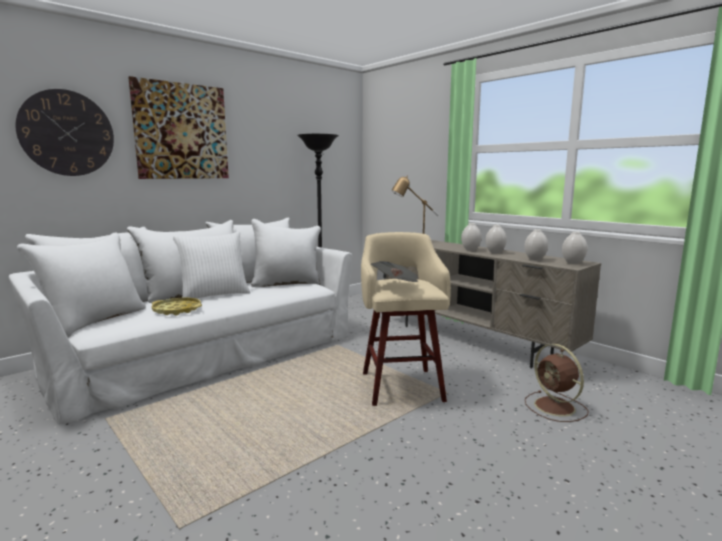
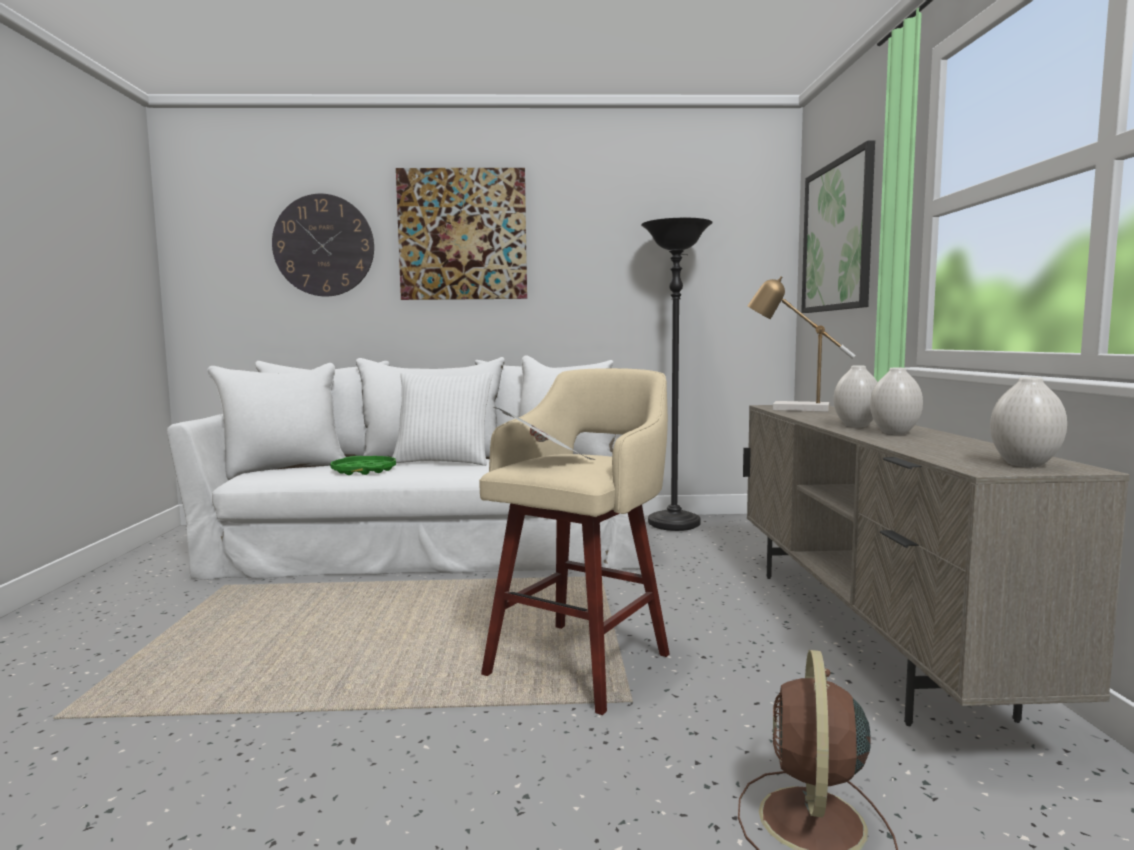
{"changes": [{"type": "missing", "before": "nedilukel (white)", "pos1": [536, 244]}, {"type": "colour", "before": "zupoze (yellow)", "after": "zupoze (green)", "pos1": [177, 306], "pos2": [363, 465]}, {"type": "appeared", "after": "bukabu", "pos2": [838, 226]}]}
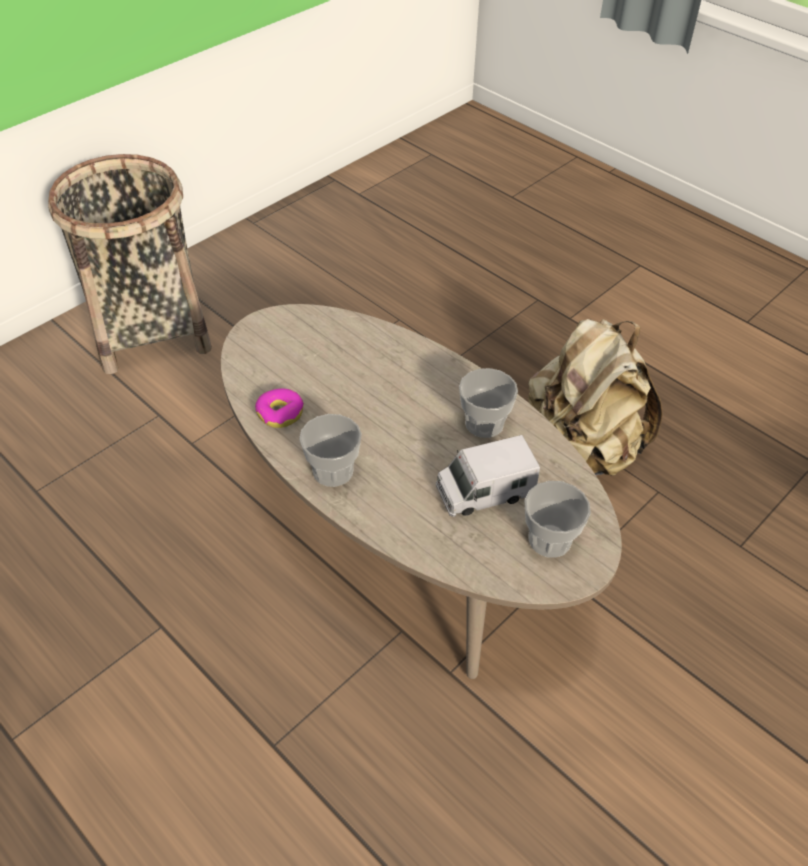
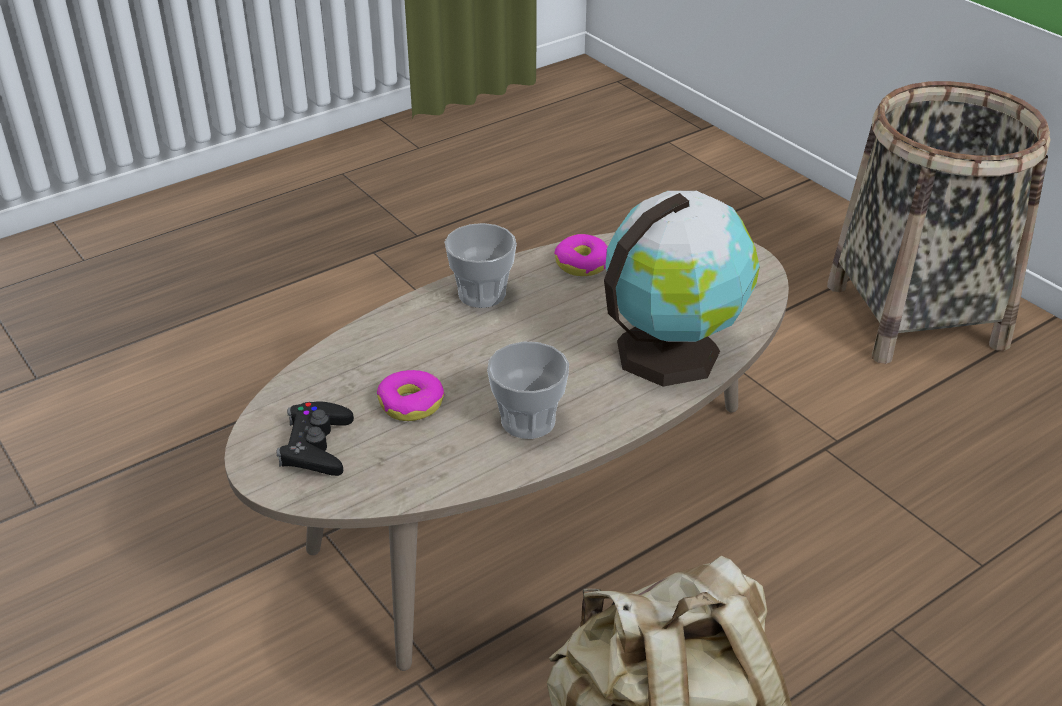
{"changes": [{"type": "exchanged", "before": "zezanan", "after": "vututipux", "pos1": [488, 476], "pos2": [411, 395]}, {"type": "exchanged", "before": "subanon", "after": "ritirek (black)", "pos1": [558, 519], "pos2": [315, 438]}, {"type": "appeared", "after": "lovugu", "pos2": [682, 288]}]}
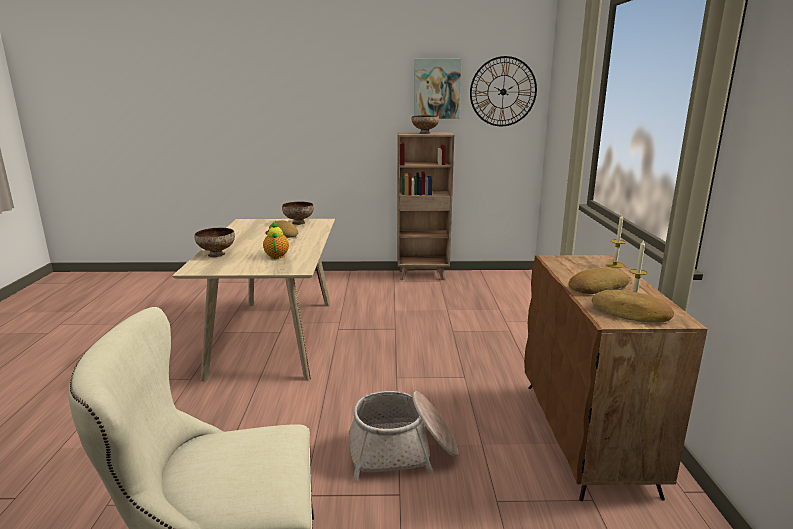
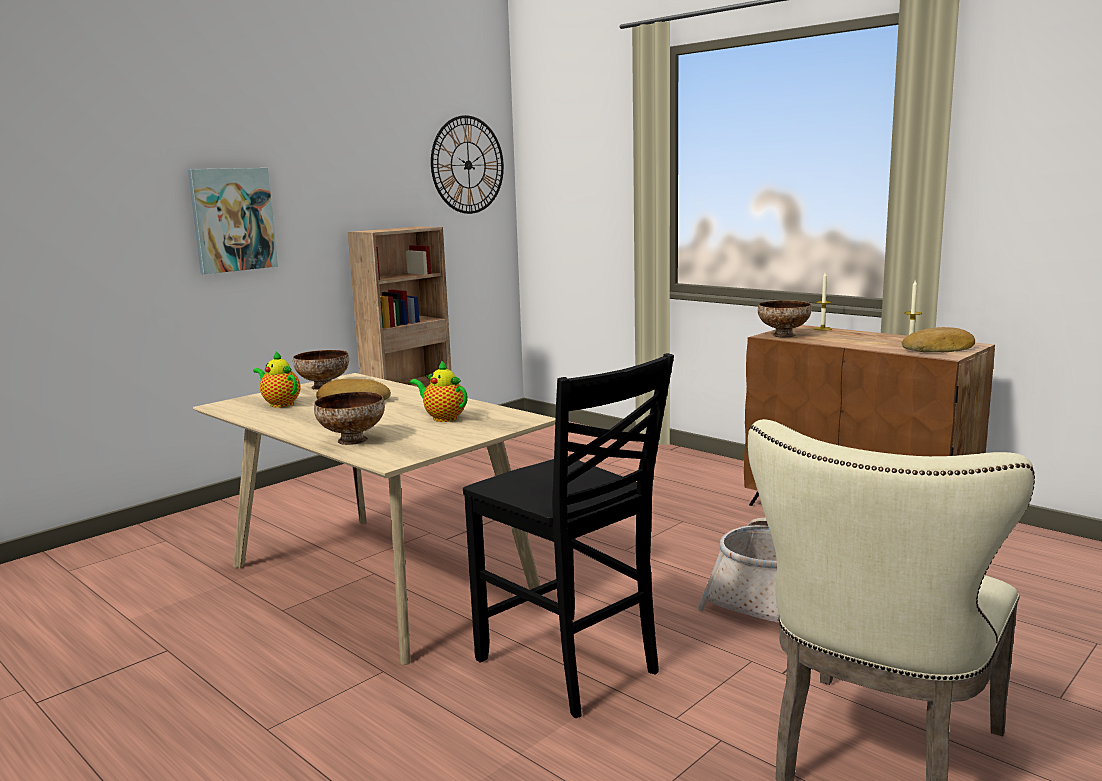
{"changes": [{"type": "relocated", "before": "bukabu", "pos1": [437, 88], "pos2": [233, 221]}, {"type": "relocated", "before": "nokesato", "pos1": [425, 124], "pos2": [784, 318]}, {"type": "missing", "before": "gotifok", "pos1": [599, 280]}, {"type": "appeared", "after": "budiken", "pos2": [277, 379]}, {"type": "appeared", "after": "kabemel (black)", "pos2": [568, 535]}]}
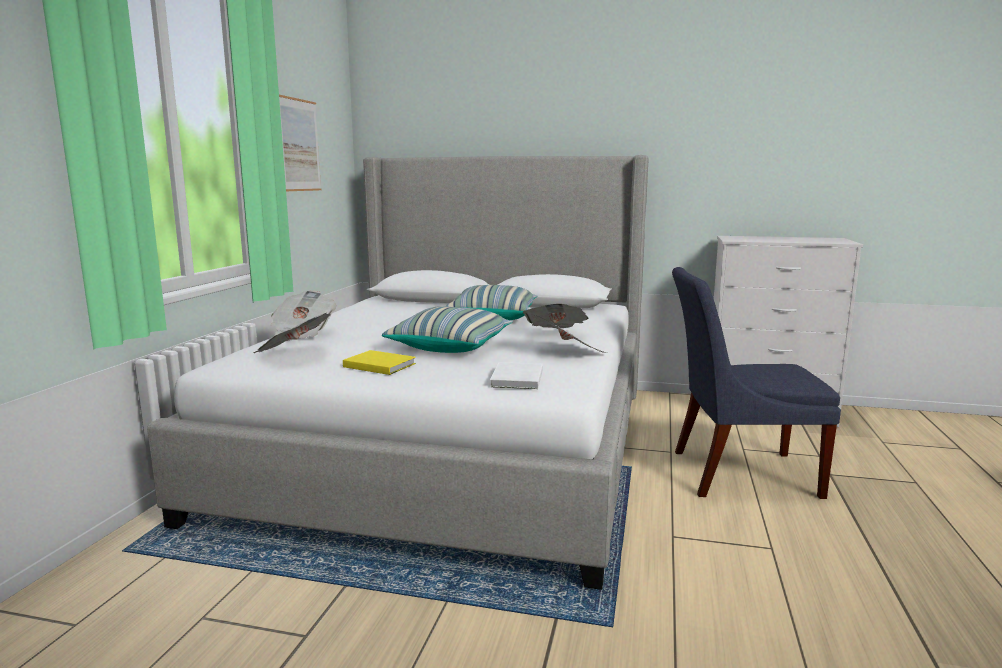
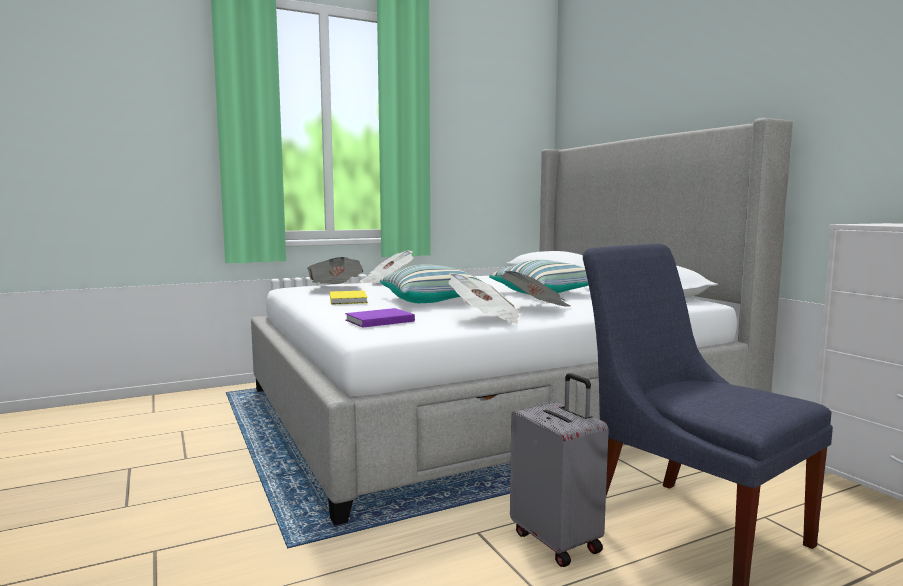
{"changes": [{"type": "missing", "before": "bukabu", "pos1": [300, 143]}, {"type": "colour", "before": "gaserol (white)", "after": "gaserol (purple)", "pos1": [516, 375], "pos2": [380, 317]}, {"type": "appeared", "after": "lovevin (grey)", "pos2": [559, 470]}]}
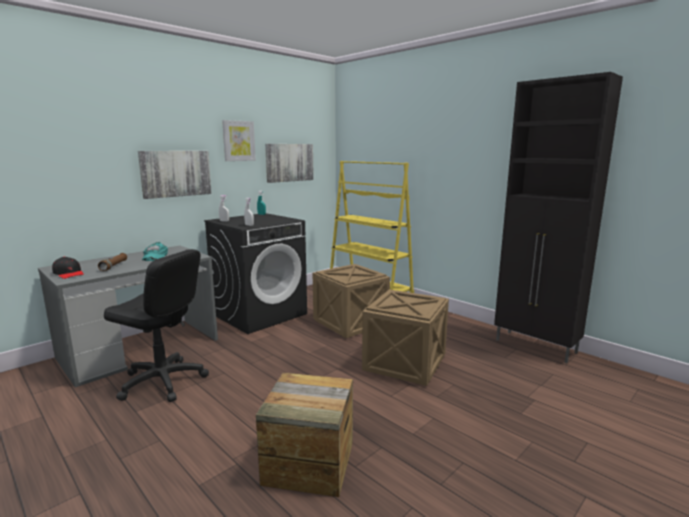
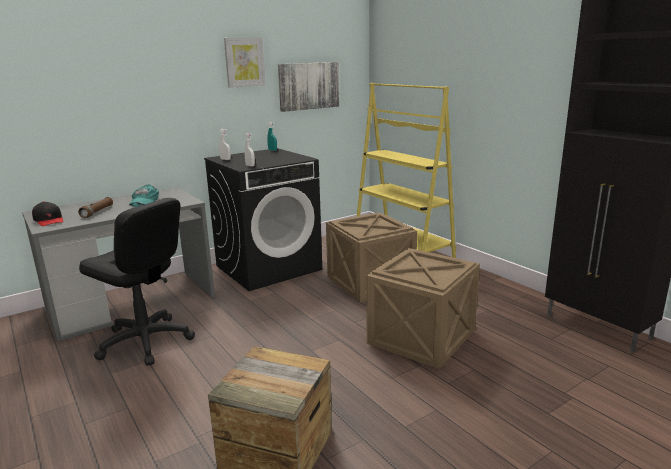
{"changes": [{"type": "missing", "before": "bukabu", "pos1": [175, 175]}]}
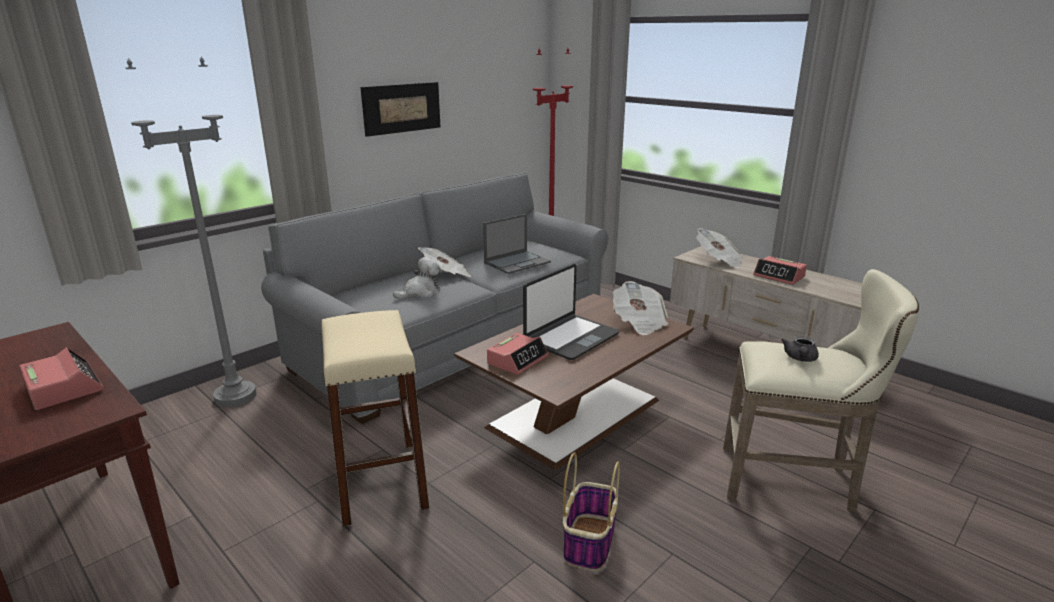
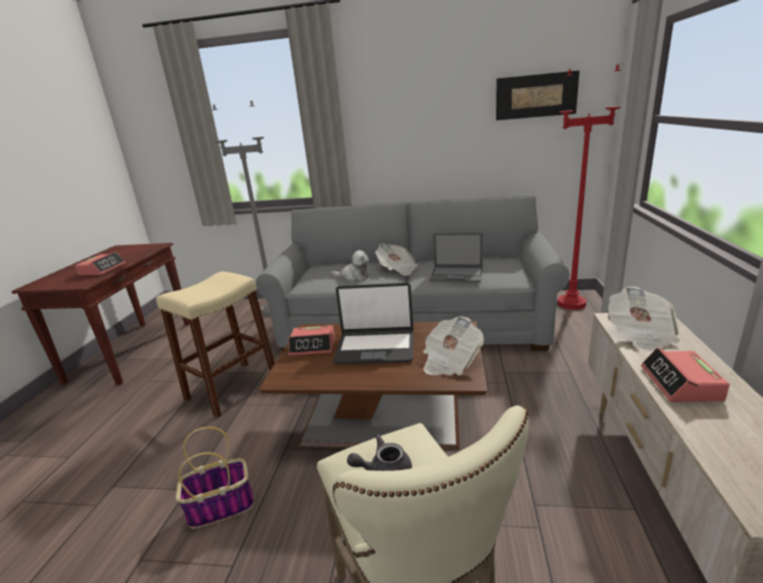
{"changes": [{"type": "relocated", "before": "bukabu", "pos1": [400, 109], "pos2": [538, 95]}]}
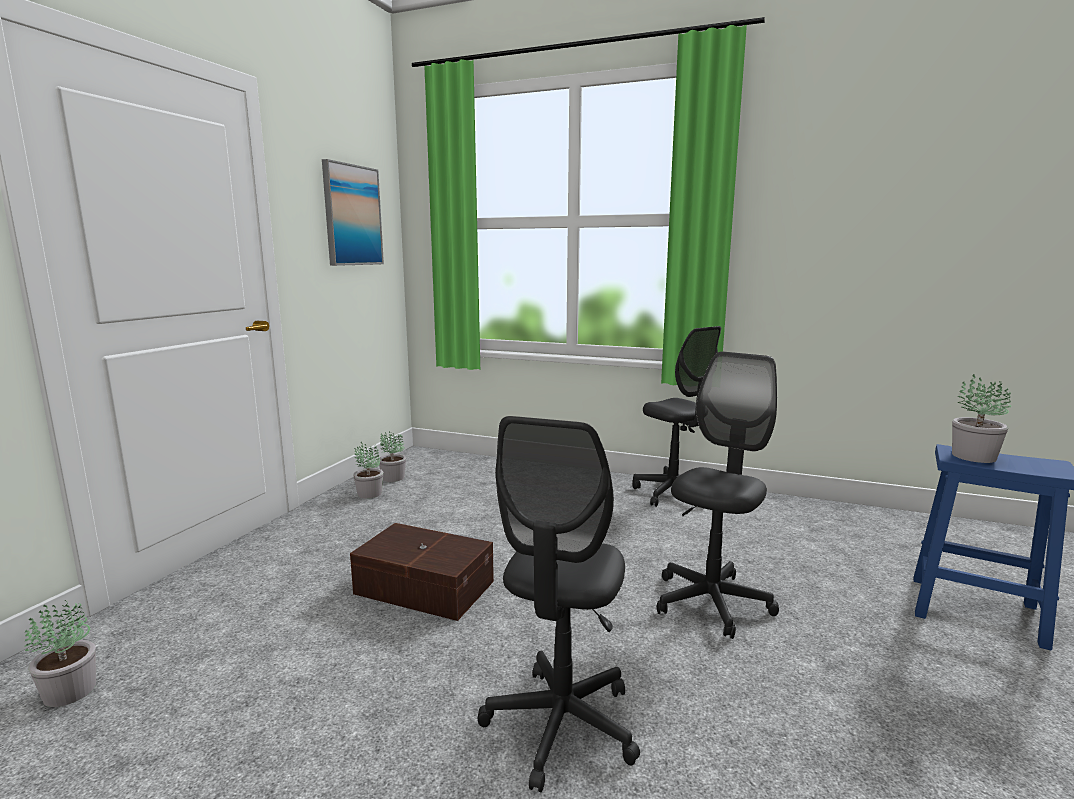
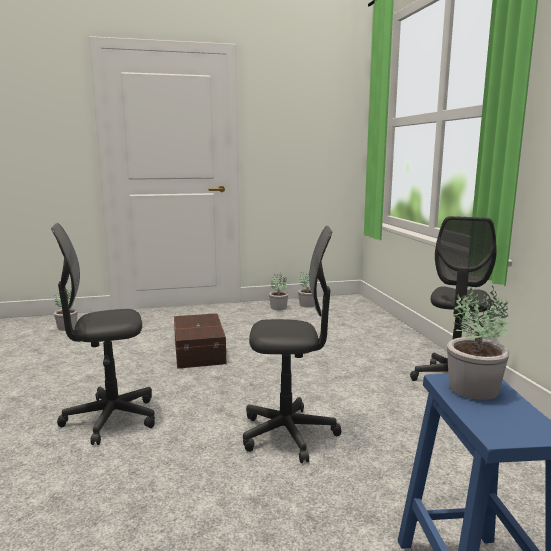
{"changes": [{"type": "missing", "before": "bukabu", "pos1": [353, 212]}]}
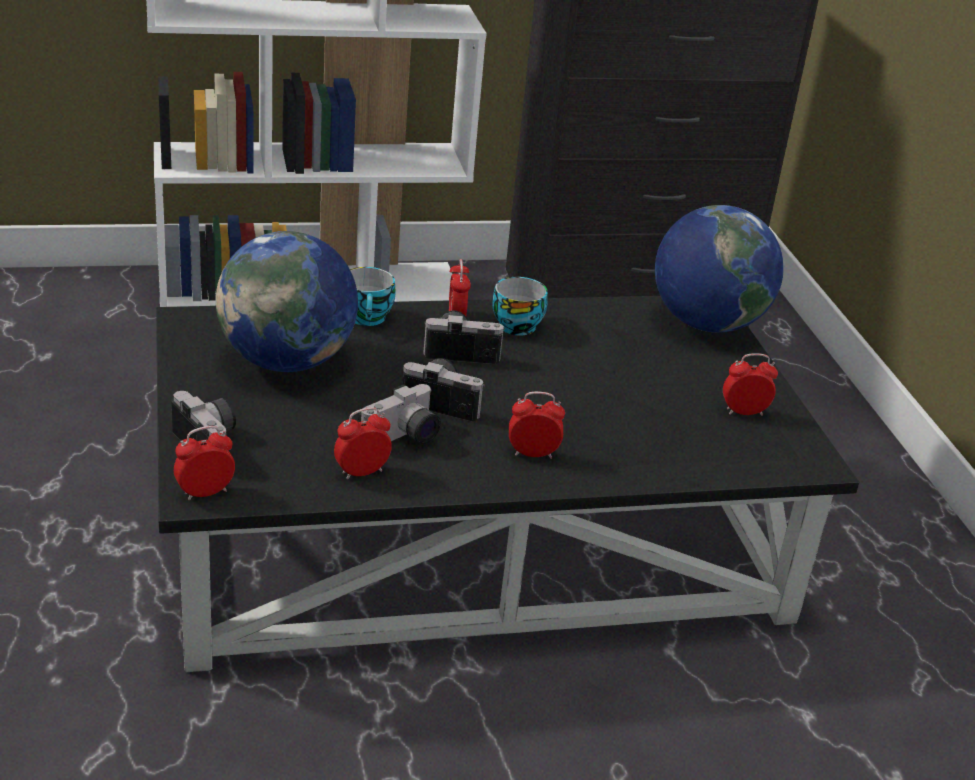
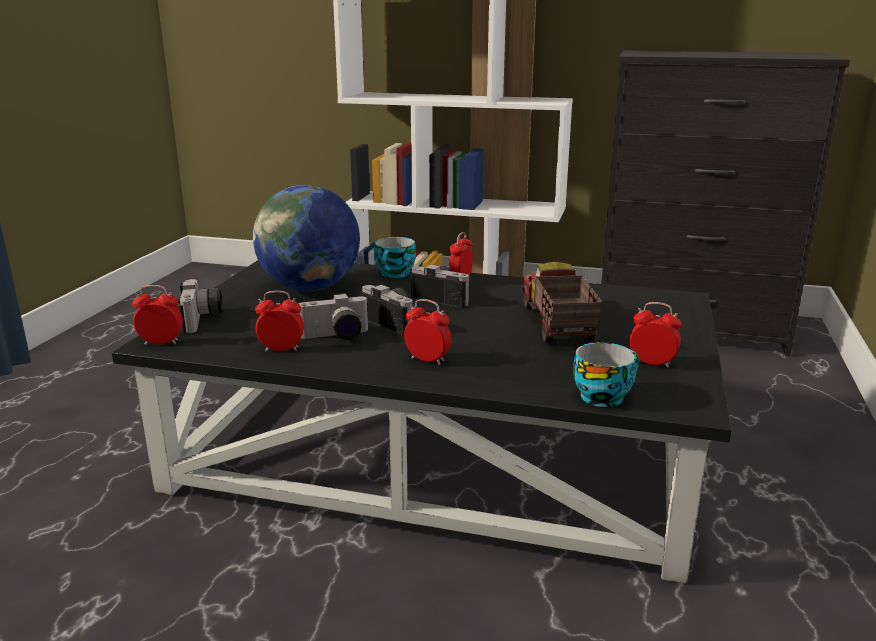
{"changes": [{"type": "missing", "before": "lovugu", "pos1": [719, 268]}, {"type": "relocated", "before": "subanon", "pos1": [520, 306], "pos2": [606, 374]}, {"type": "appeared", "after": "zezanan", "pos2": [562, 302]}]}
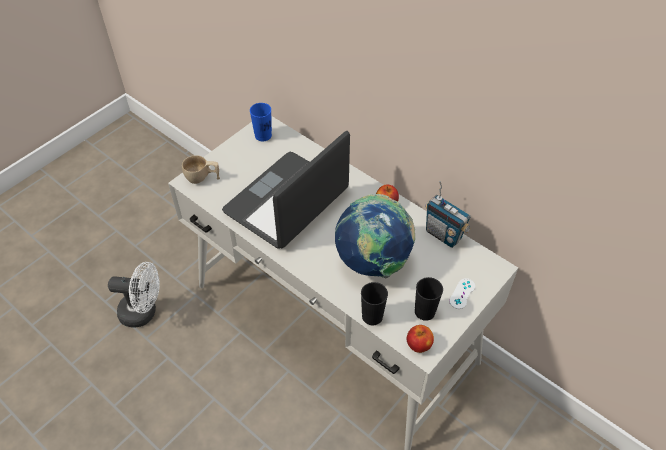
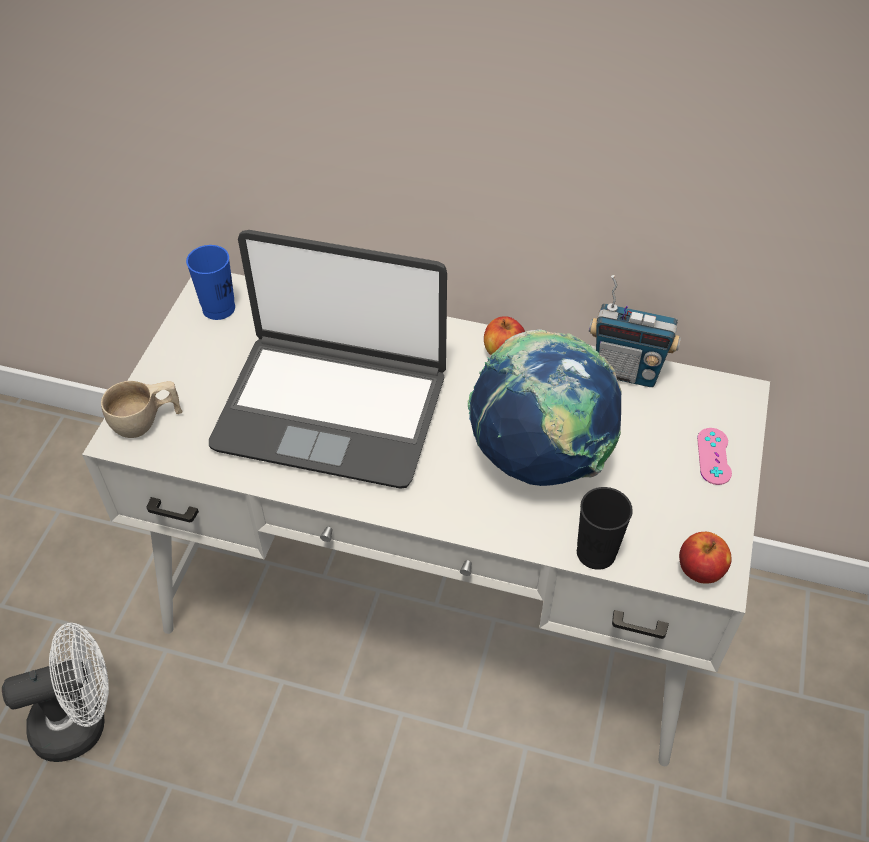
{"changes": [{"type": "spun", "before": "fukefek", "pos1": [286, 190], "pos2": [328, 359], "turn": -90}, {"type": "missing", "before": "subanon (black)", "pos1": [429, 299]}, {"type": "colour", "before": "ritirek (white)", "after": "ritirek (pink)", "pos1": [462, 293], "pos2": [714, 456]}]}
